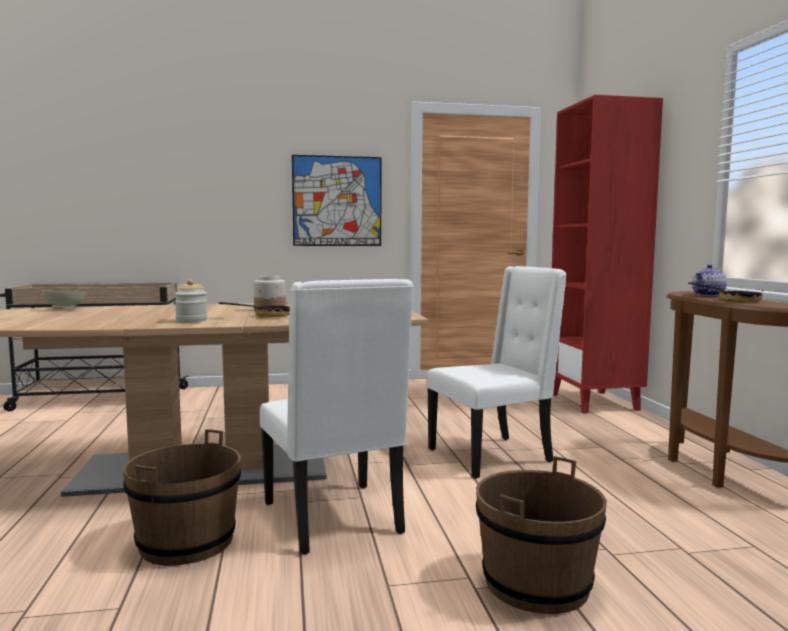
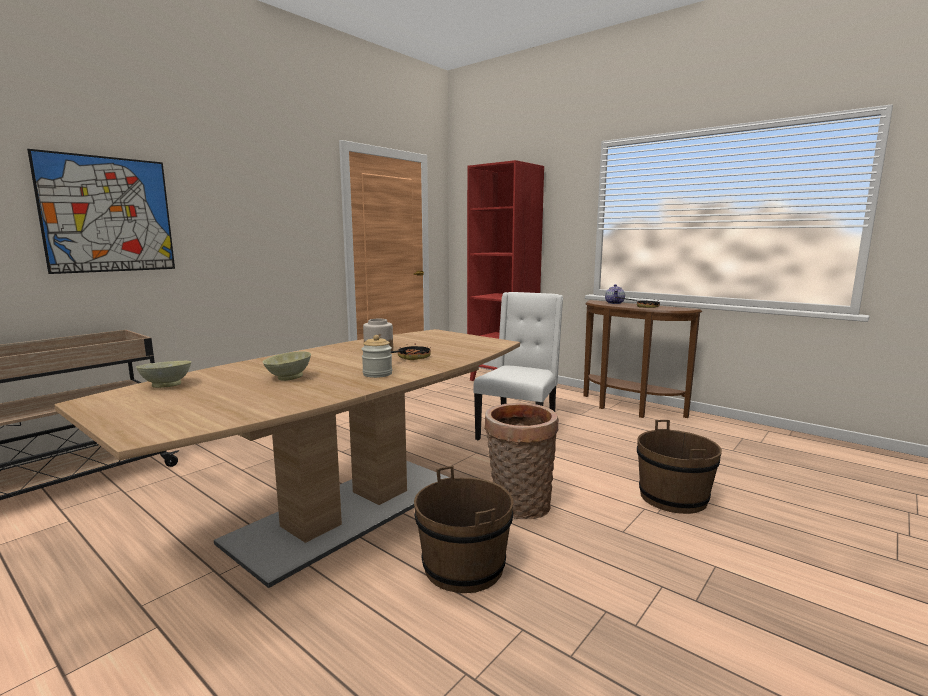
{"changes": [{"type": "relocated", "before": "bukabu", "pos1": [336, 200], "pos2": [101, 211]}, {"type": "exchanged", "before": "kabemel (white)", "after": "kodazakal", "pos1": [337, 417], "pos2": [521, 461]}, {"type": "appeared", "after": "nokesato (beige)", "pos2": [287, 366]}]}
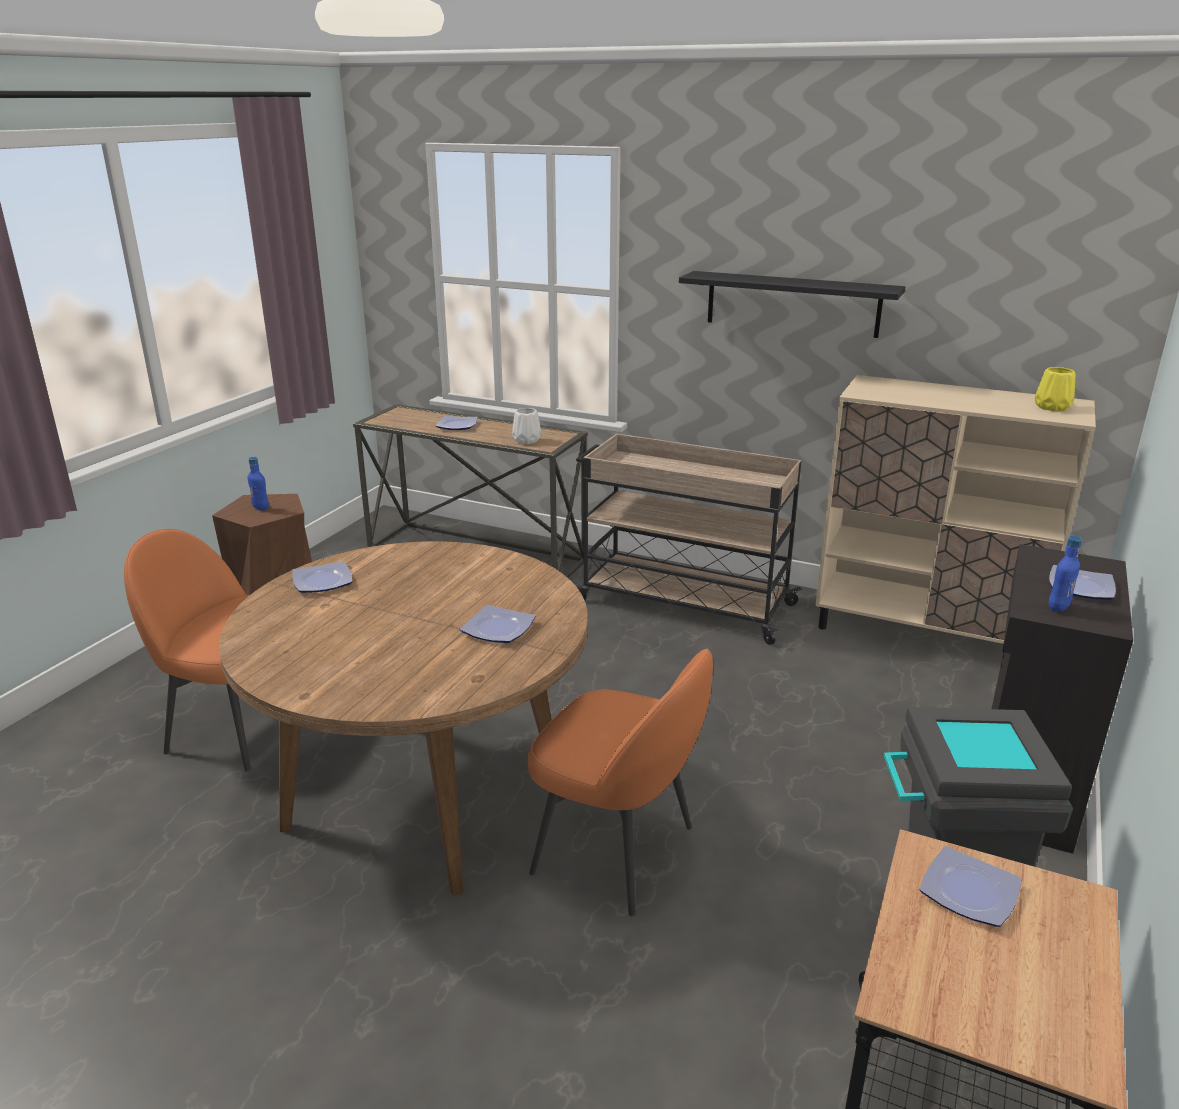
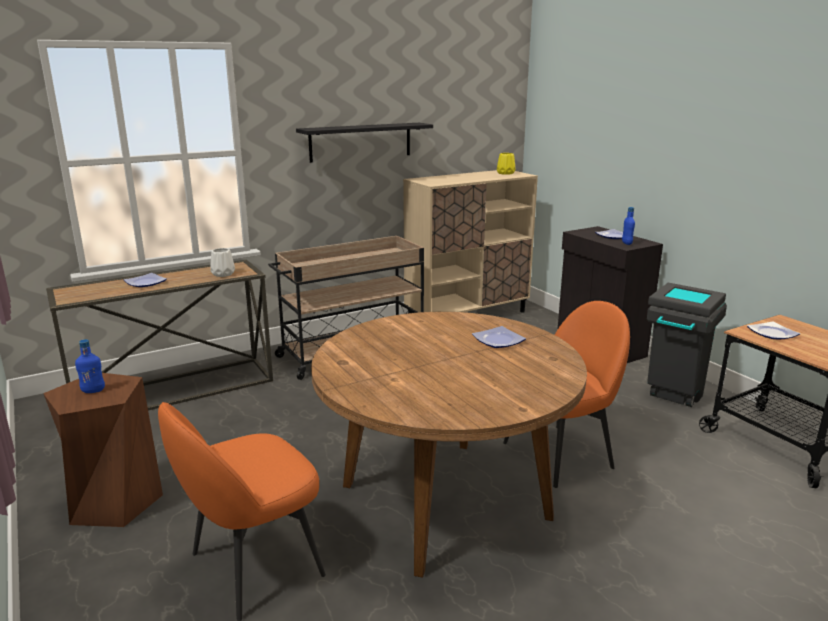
{"changes": [{"type": "missing", "before": "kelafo", "pos1": [322, 577]}]}
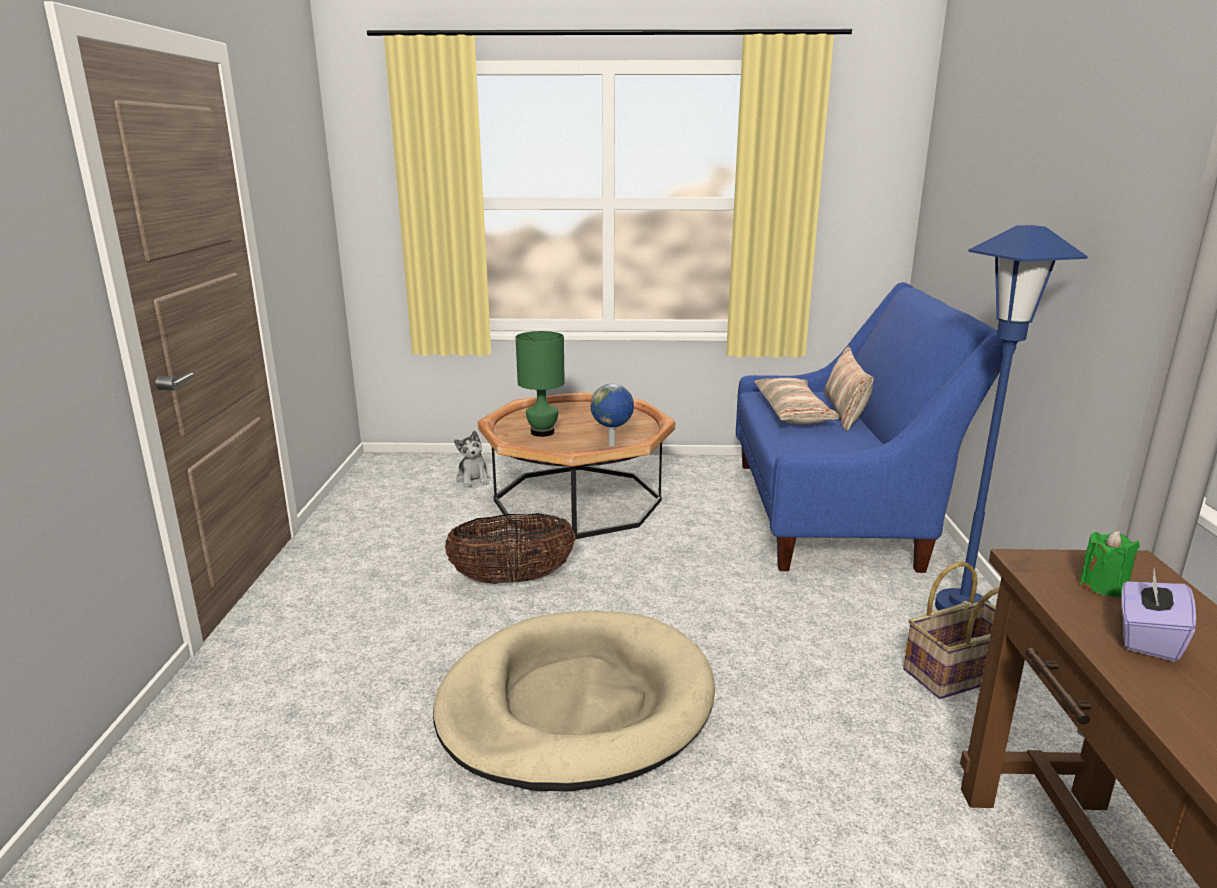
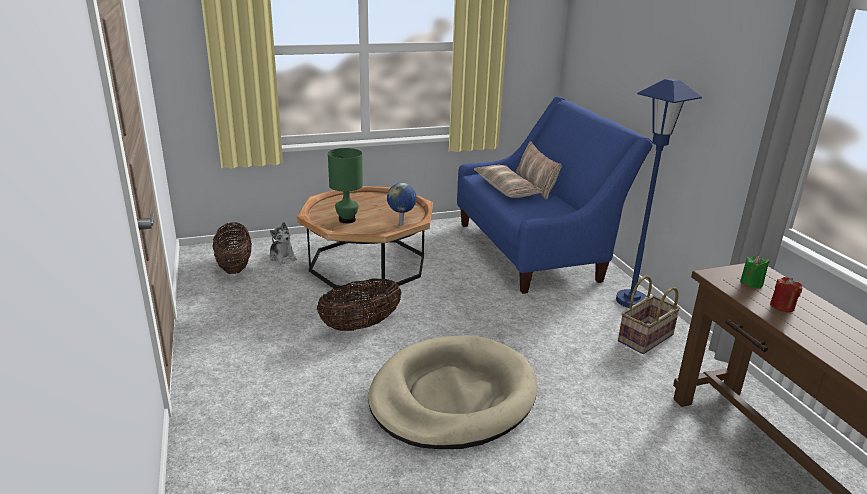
{"changes": [{"type": "exchanged", "before": "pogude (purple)", "after": "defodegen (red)", "pos1": [1158, 615], "pos2": [786, 294]}, {"type": "appeared", "after": "kodazakal", "pos2": [232, 248]}]}
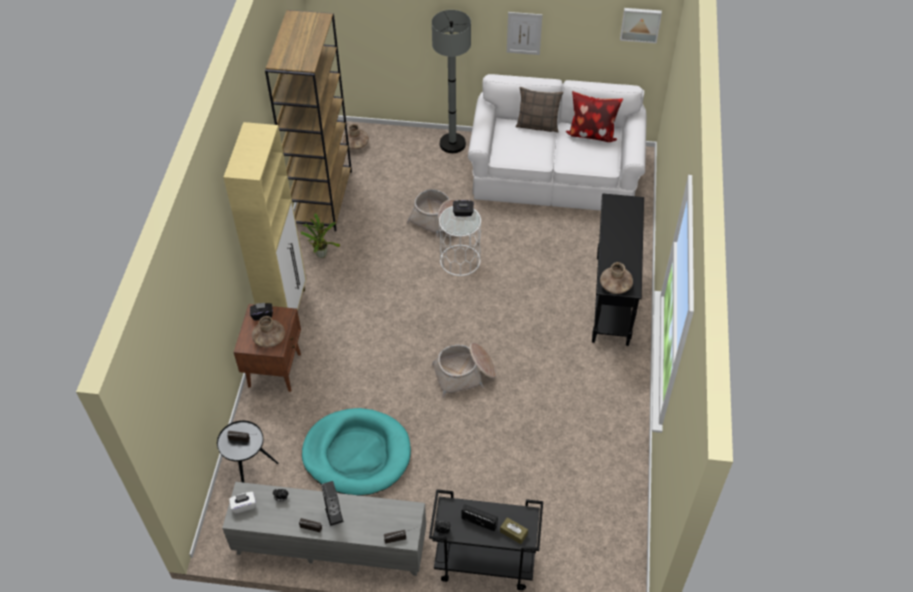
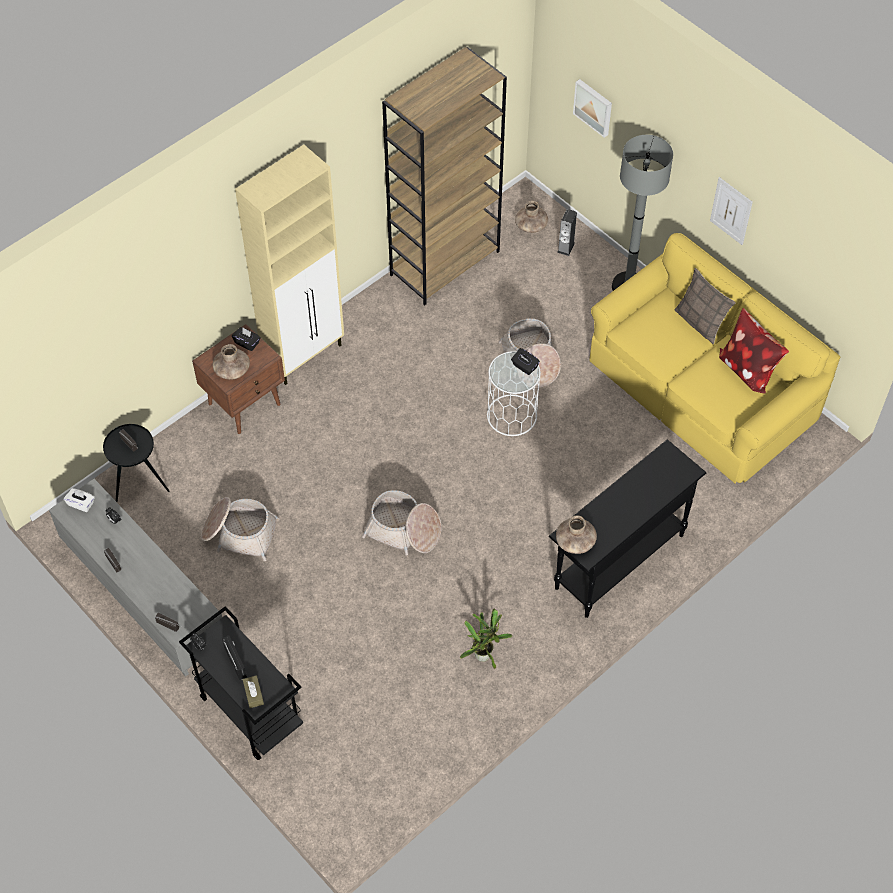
{"changes": [{"type": "relocated", "before": "bukabu", "pos1": [641, 25], "pos2": [592, 108]}, {"type": "colour", "before": "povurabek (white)", "after": "povurabek (yellow)", "pos1": [557, 142], "pos2": [714, 358]}, {"type": "relocated", "before": "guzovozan", "pos1": [320, 235], "pos2": [486, 639]}, {"type": "exchanged", "before": "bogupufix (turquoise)", "after": "kodazakal", "pos1": [356, 452], "pos2": [240, 529]}, {"type": "relocated", "before": "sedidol", "pos1": [332, 503], "pos2": [567, 232]}]}
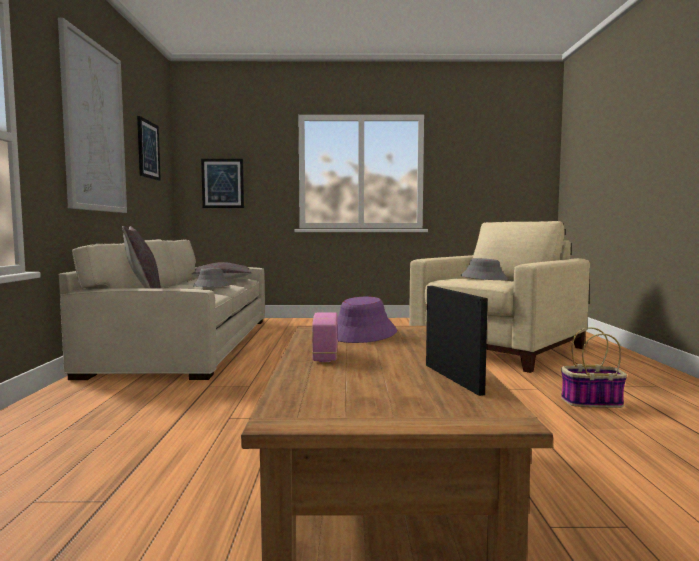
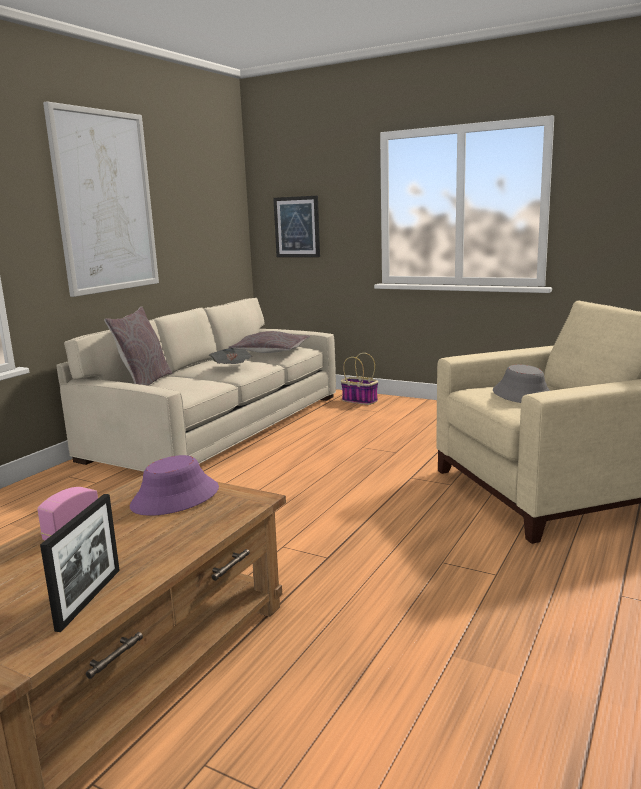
{"changes": [{"type": "missing", "before": "bukabu", "pos1": [149, 148]}, {"type": "exchanged", "before": "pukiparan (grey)", "after": "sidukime", "pos1": [211, 277], "pos2": [230, 356]}, {"type": "relocated", "before": "kodazakal", "pos1": [594, 367], "pos2": [359, 379]}]}
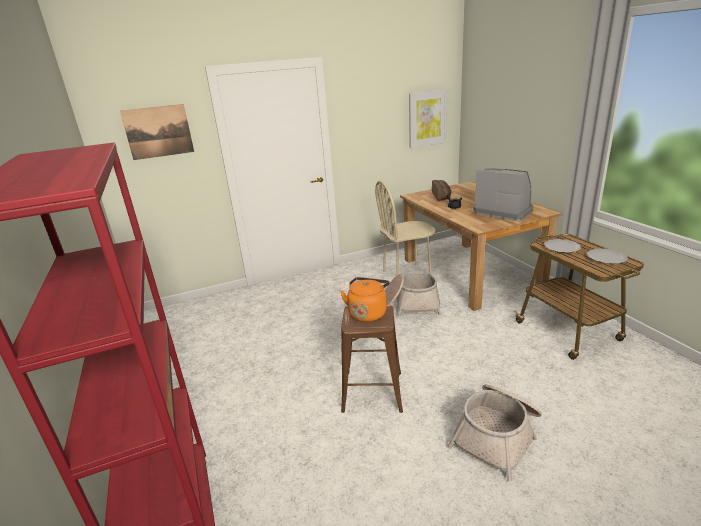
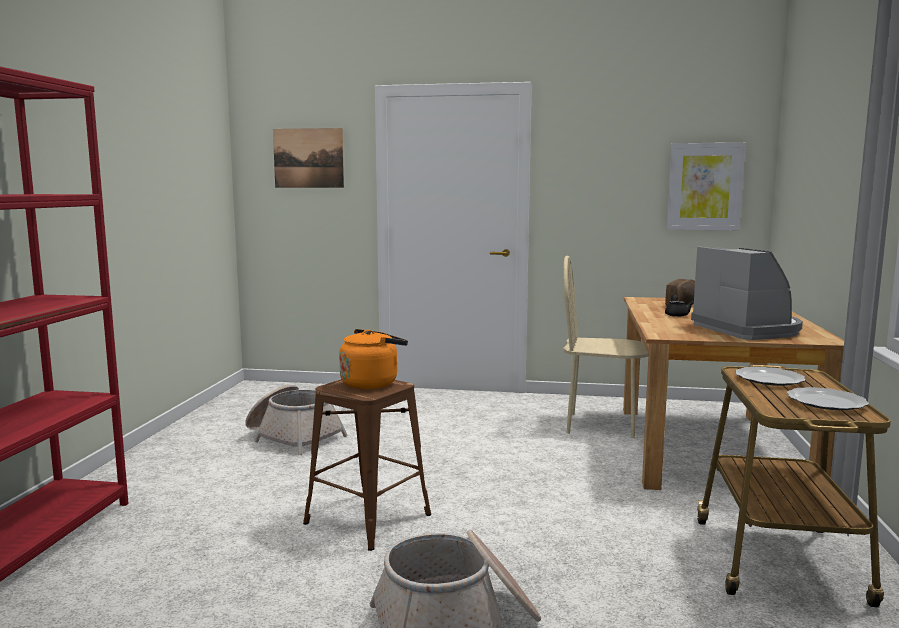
{"changes": [{"type": "relocated", "before": "kodazakal", "pos1": [413, 294], "pos2": [296, 420]}]}
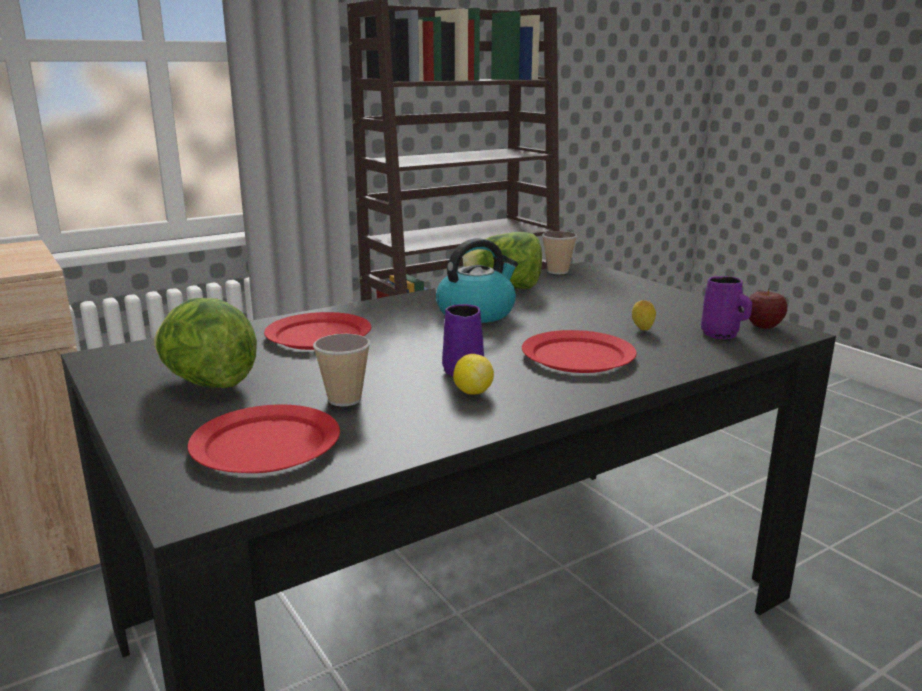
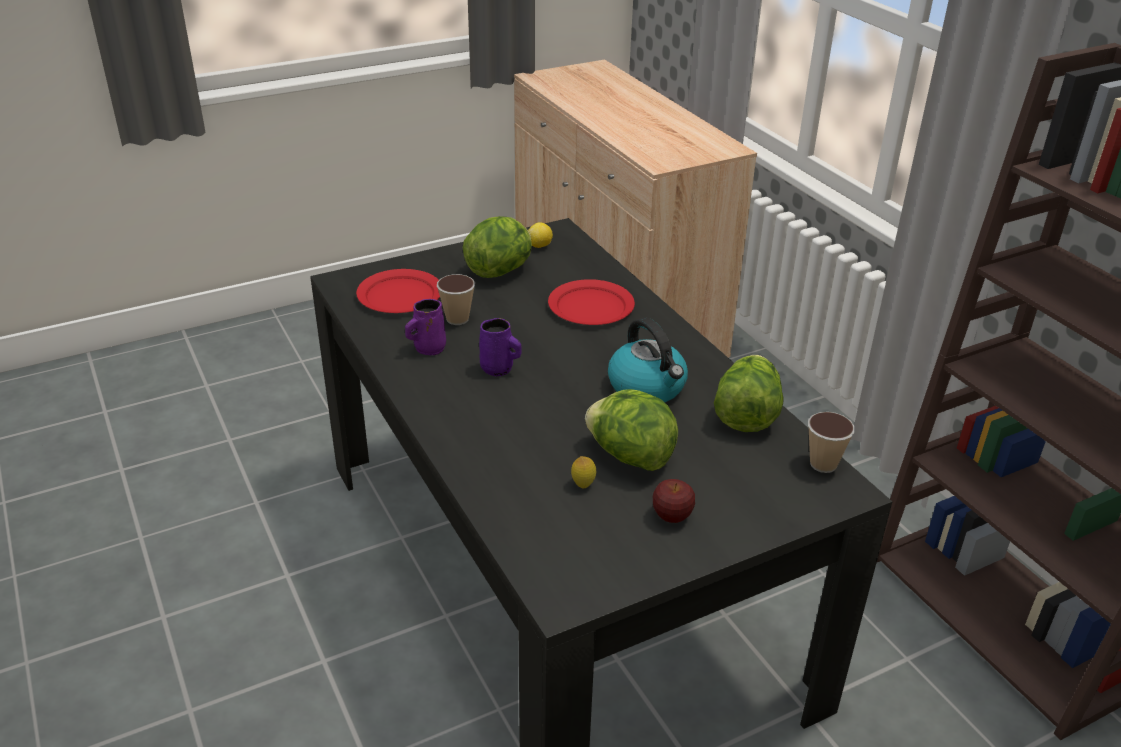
{"changes": [{"type": "relocated", "before": "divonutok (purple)", "pos1": [726, 307], "pos2": [425, 327]}, {"type": "relocated", "before": "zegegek", "pos1": [768, 308], "pos2": [674, 501]}, {"type": "missing", "before": "kelafo (red)", "pos1": [579, 351]}, {"type": "relocated", "before": "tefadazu", "pos1": [473, 374], "pos2": [540, 235]}, {"type": "appeared", "after": "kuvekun", "pos2": [631, 430]}]}
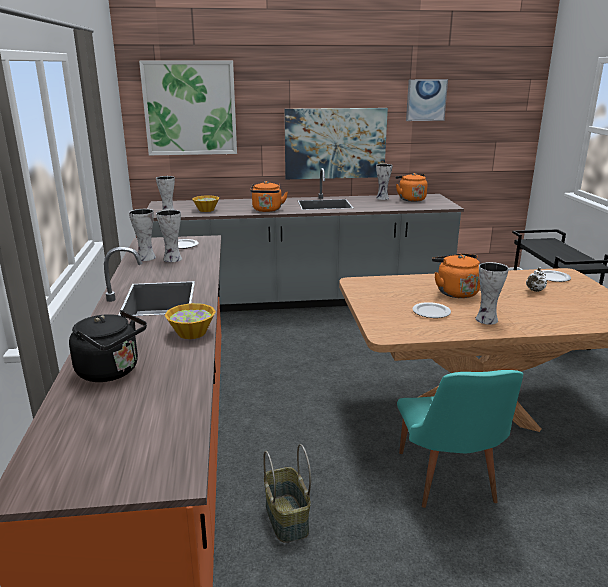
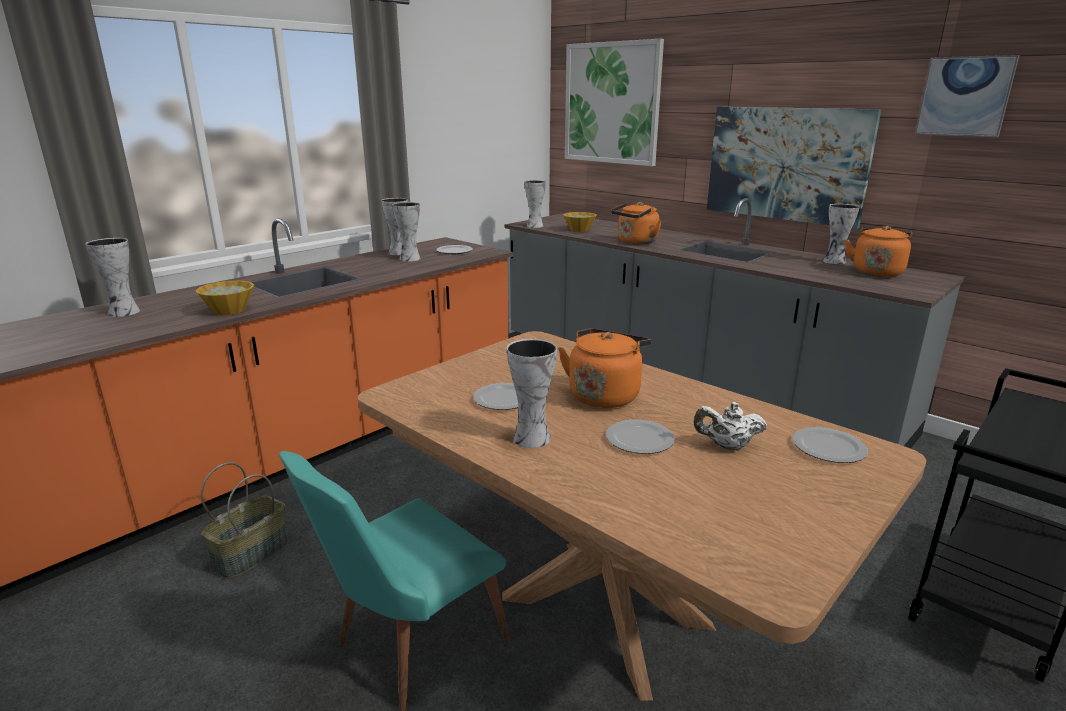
{"changes": [{"type": "exchanged", "before": "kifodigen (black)", "after": "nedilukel", "pos1": [108, 346], "pos2": [112, 277]}, {"type": "appeared", "after": "kelafo", "pos2": [640, 437]}]}
